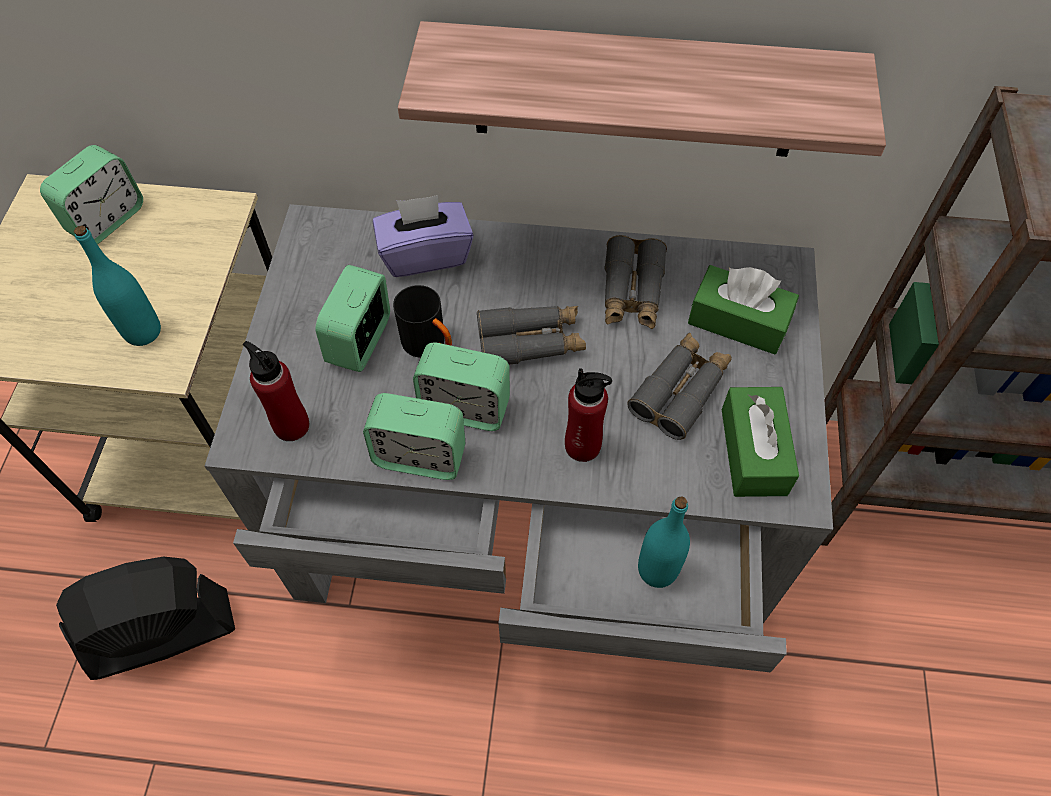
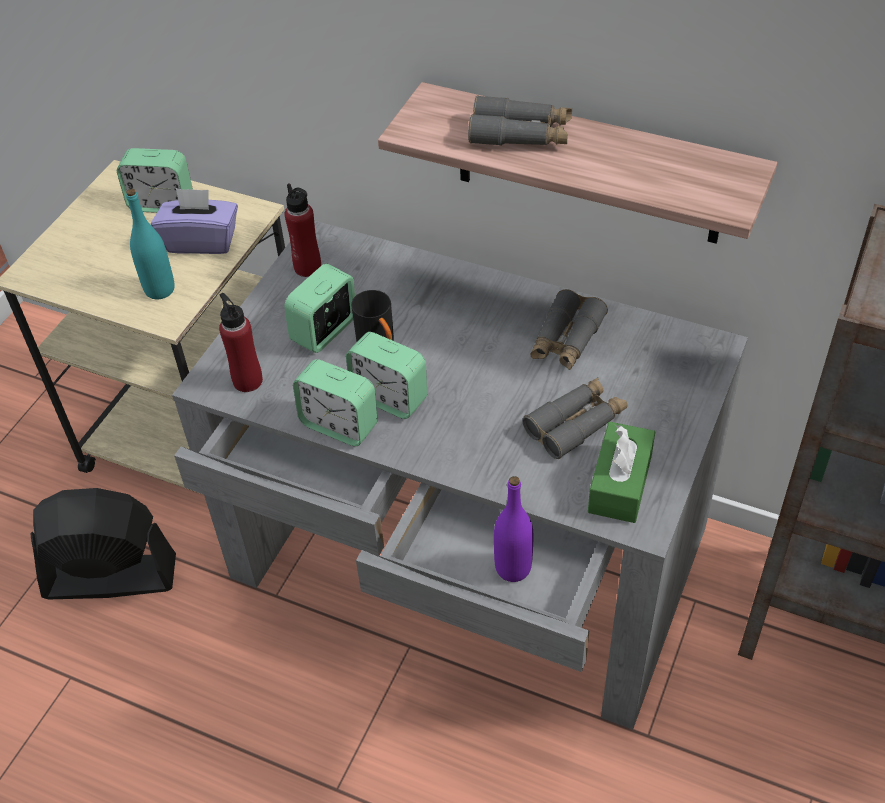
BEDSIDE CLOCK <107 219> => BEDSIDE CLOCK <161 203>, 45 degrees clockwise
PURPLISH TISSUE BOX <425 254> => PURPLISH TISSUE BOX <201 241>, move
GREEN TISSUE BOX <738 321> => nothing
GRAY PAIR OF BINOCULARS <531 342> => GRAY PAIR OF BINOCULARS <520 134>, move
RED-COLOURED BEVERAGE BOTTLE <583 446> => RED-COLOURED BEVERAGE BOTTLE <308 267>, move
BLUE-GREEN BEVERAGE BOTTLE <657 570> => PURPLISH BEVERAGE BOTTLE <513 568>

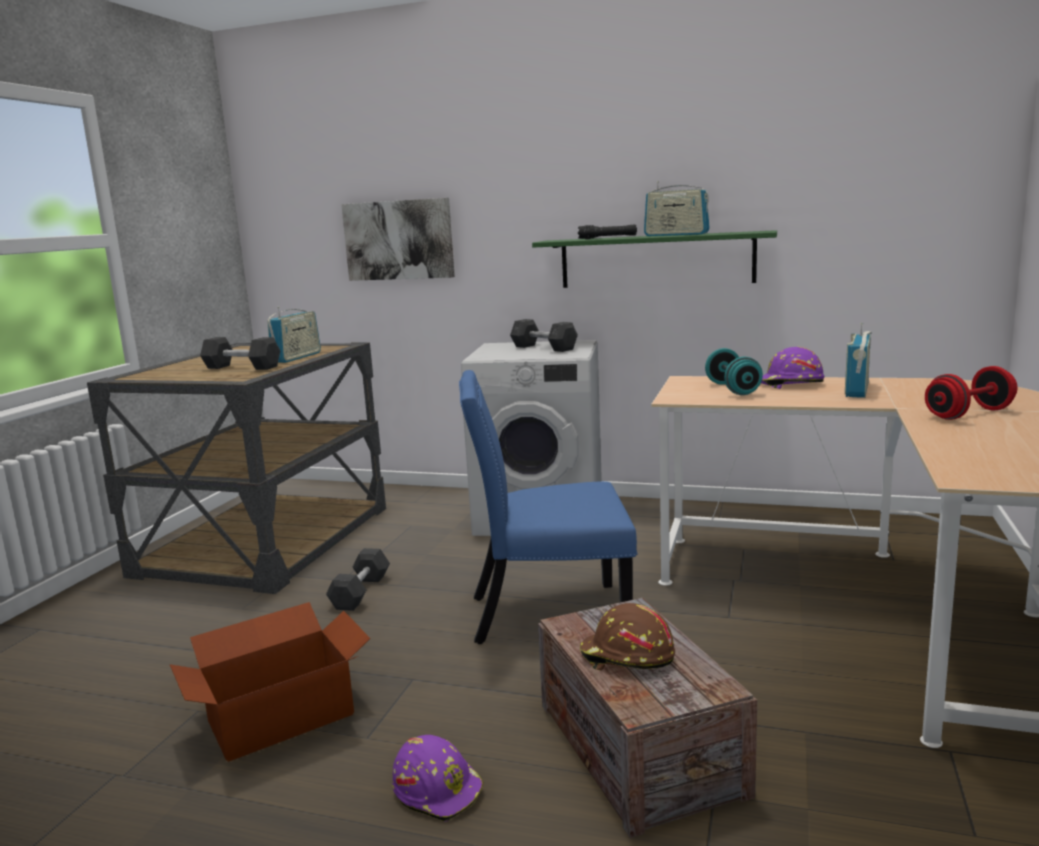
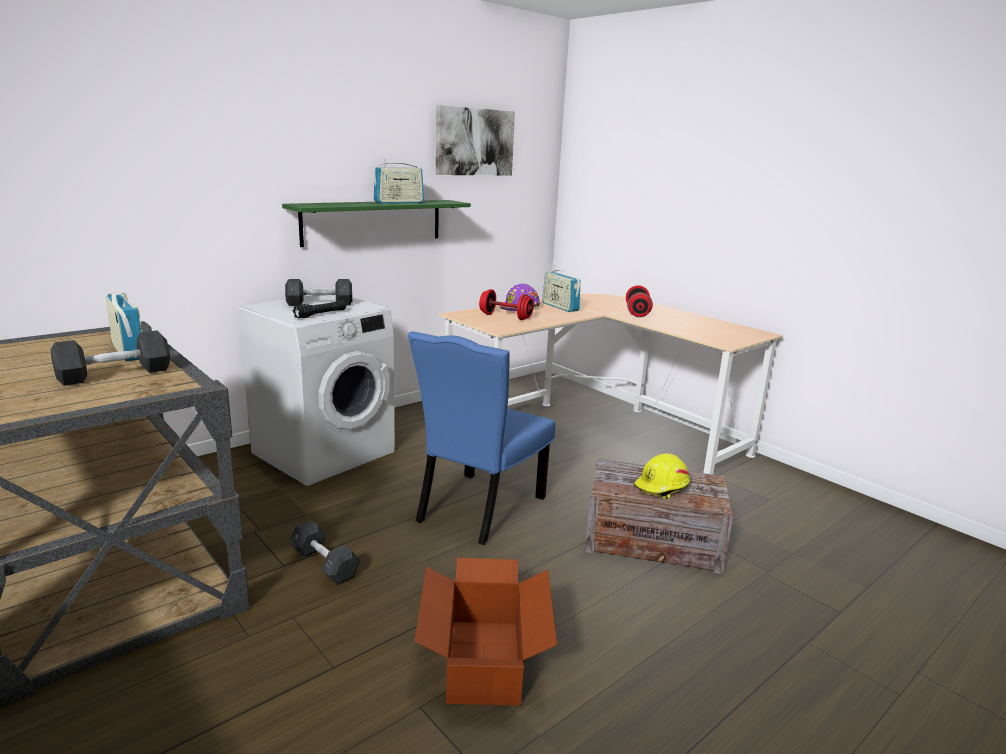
WALL PICTURE <399 240> => WALL PICTURE <474 142>, move
BLACKISH TORCH <607 238> => BLACKISH TORCH <320 314>, move
BLUE-GREEN FREE WEIGHT <732 389> => RED-COLOURED FREE WEIGHT <505 317>
BROWNISH SAFETY HELMET <627 657> => YELLOW SAFETY HELMET <662 487>
PURPLISH SAFETY HELMET <438 789> => nothing

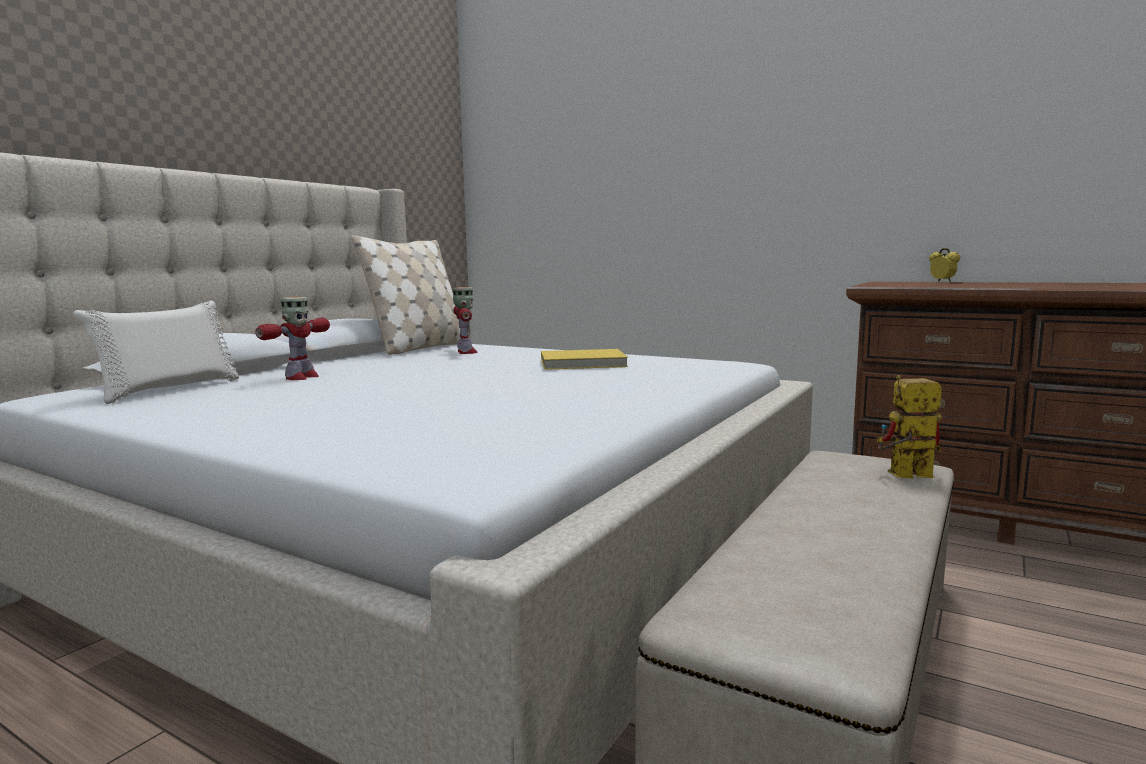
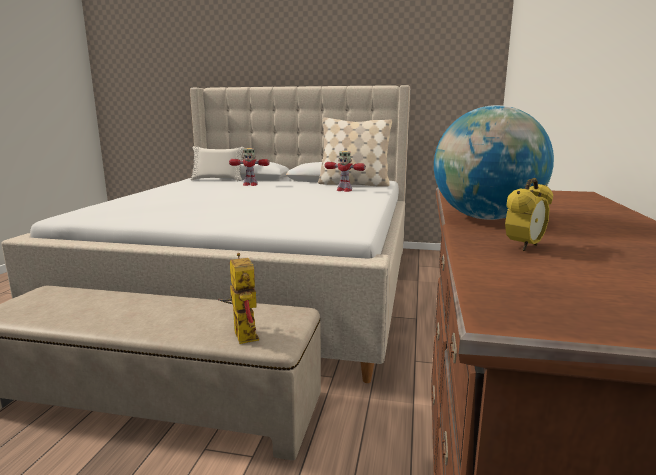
BEDSIDE CLOCK <942 281> => BEDSIDE CLOCK <524 247>, move
ROBOT FIGURE <466 352> => ROBOT FIGURE <344 190>, 60 degrees clockwise
YELLOW BOUND BOOK <583 363> => nothing
nothing => WORLD GLOBE <485 218>

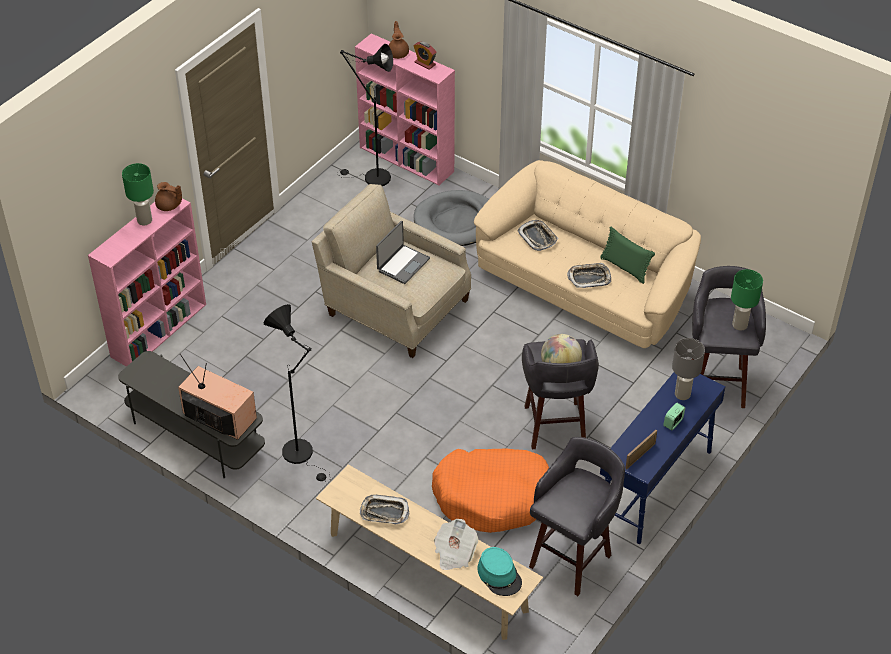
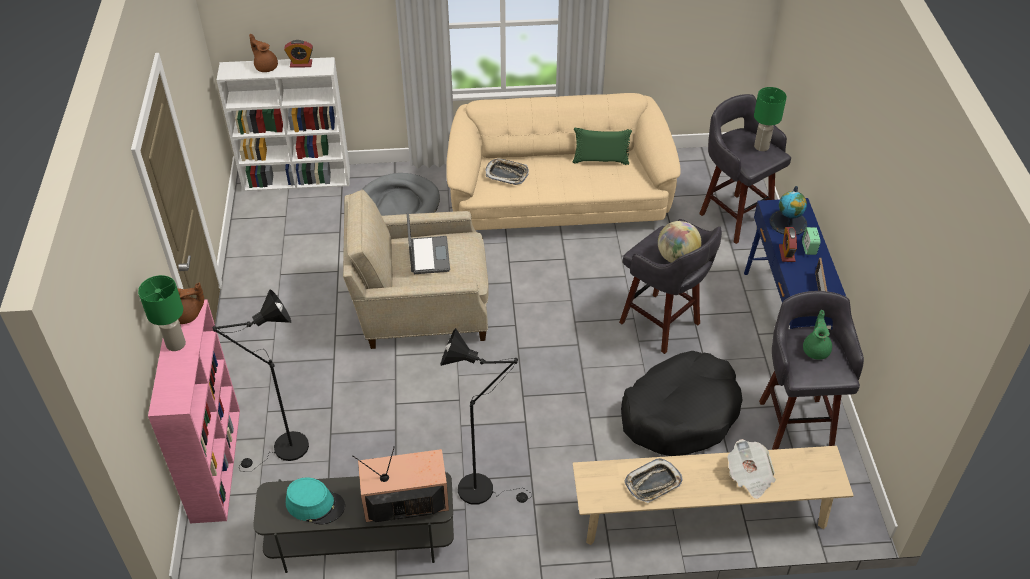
PINK-COLOURED BOOKCASE <407 160> => WHITISH BOOKCASE <298 179>
BLACKISH STANDING LAMP <372 178> => BLACKISH STANDING LAMP <285 450>, move
TRAY <589 278> => nothing
GRAY TABLETOP LAMP <682 395> => WORLD GLOBE <788 222>
ORANGE DOG BED <493 496> => BLACKISH DOG BED <680 413>
BLUE-GREEN WEARABLE HAT <499 575> => BLUE-GREEN WEARABLE HAT <315 504>, move
nothing => BEDSIDE CLOCK <786 253>
nothing => GREEN TEAPOT <816 349>

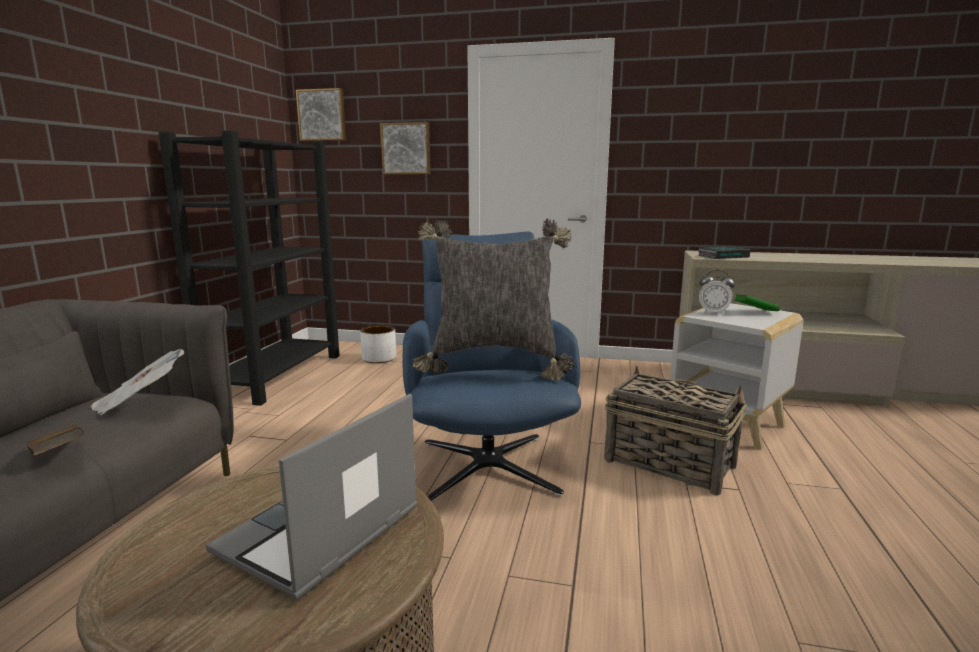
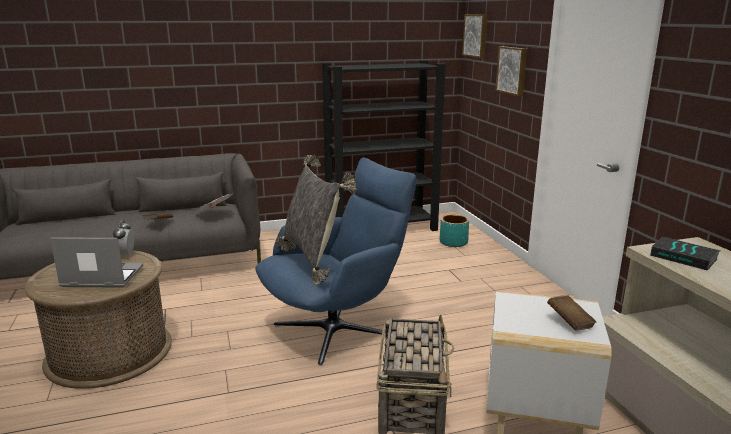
BEDSIDE CLOCK <714 313> => BEDSIDE CLOCK <126 255>, move
GREEN BOUND BOOK <755 312> => BROWNISH BOUND BOOK <570 322>
WHITISH PLANT POT <379 358> => BLUE-GREEN PLANT POT <453 242>

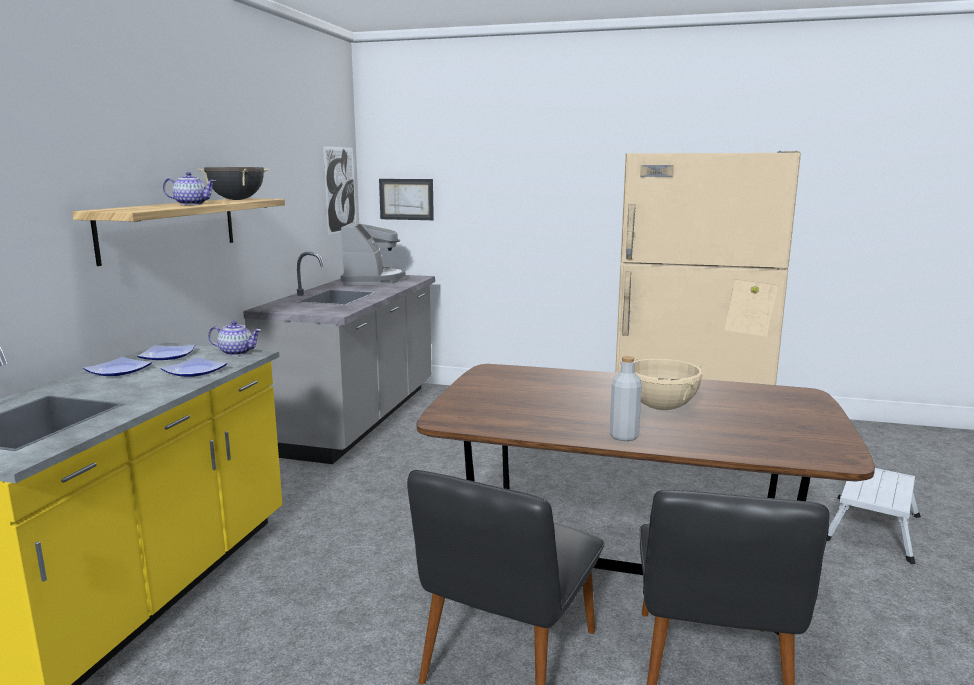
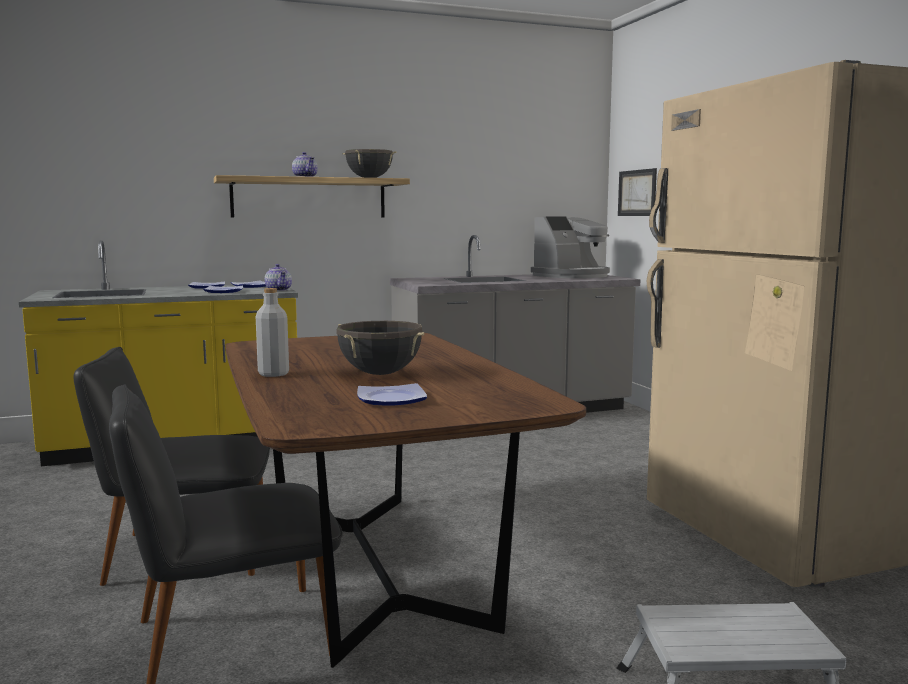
WALL PICTURE <340 190> => nothing
SAND-COLOURED STOCKPOT <661 408> => BLACKISH STOCKPOT <380 374>
nothing => PLATE <390 400>

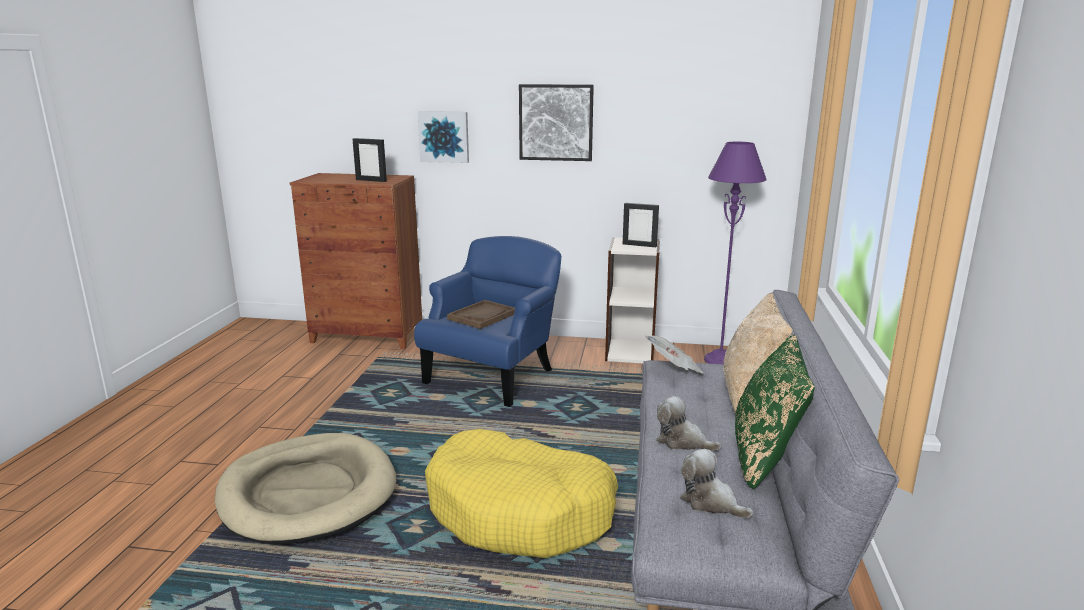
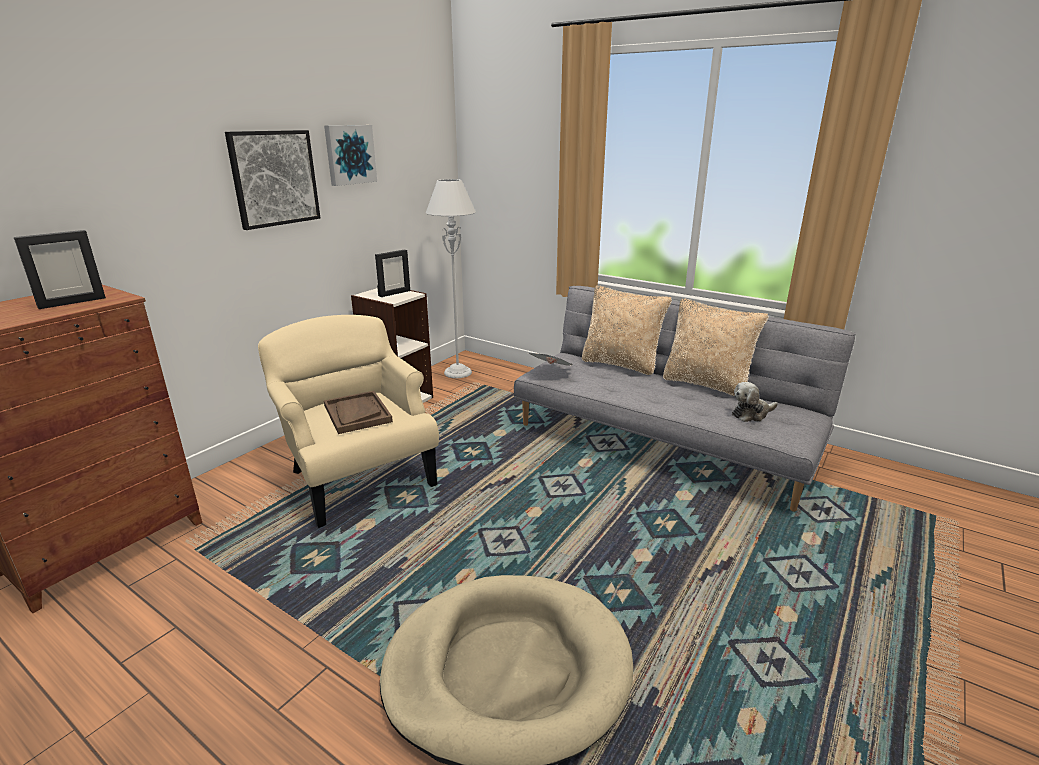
WALL PICTURE <444 136> => WALL PICTURE <349 154>, move
PURPLISH STANDING LAMP <720 360> => GRAY STANDING LAMP <458 372>
BLUE EASY CHAIR <493 375> => SAND-COLOURED EASY CHAIR <358 477>
GREEN PILLOW <764 462> => SAND-COLOURED PILLOW <706 386>
SOFT TOY <682 441> => nothing
YELLOW DOG BED <520 511> => nothing

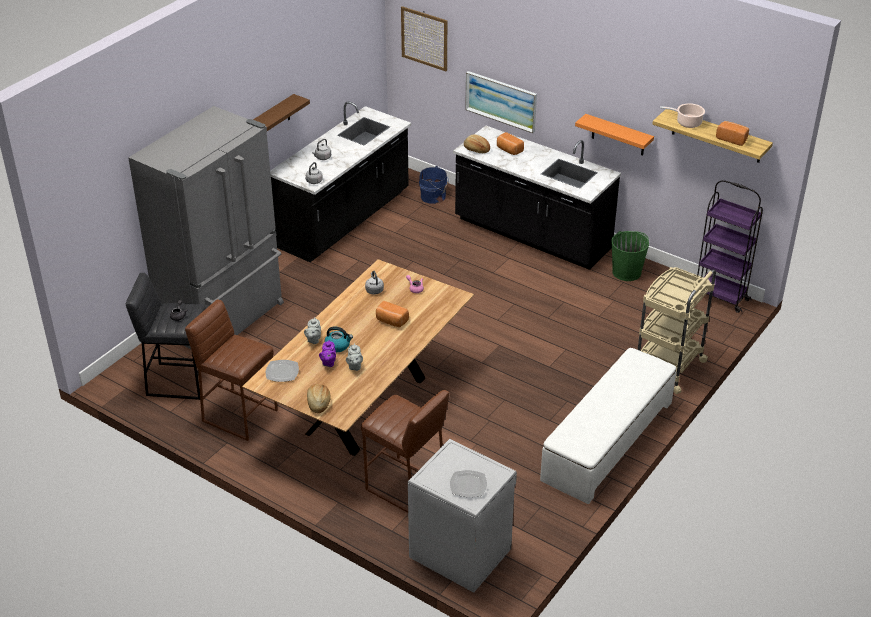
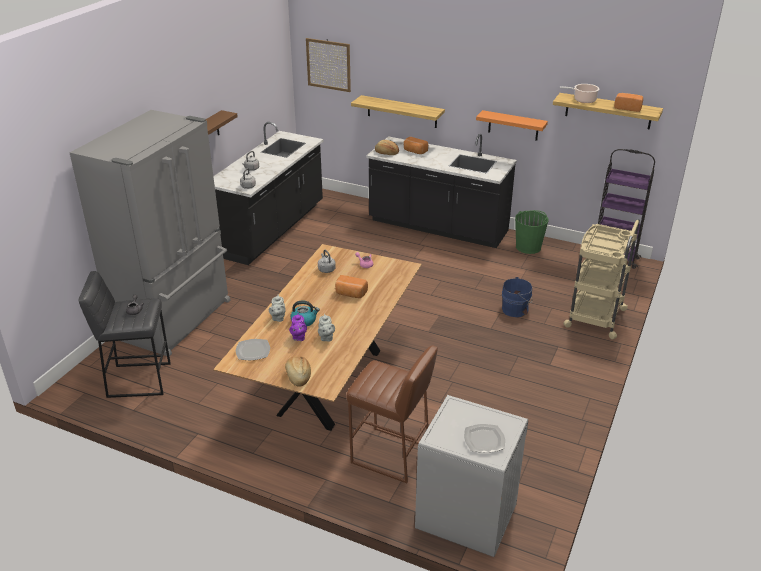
WALL PICTURE <501 101> => WALL SHELF <402 111>
BLUE BUCKET <434 197> => BLUE BUCKET <516 309>, move
BROWNISH STOOL <239 415> => nothing
WHITISH INDOOR BENCH <608 441> => nothing

